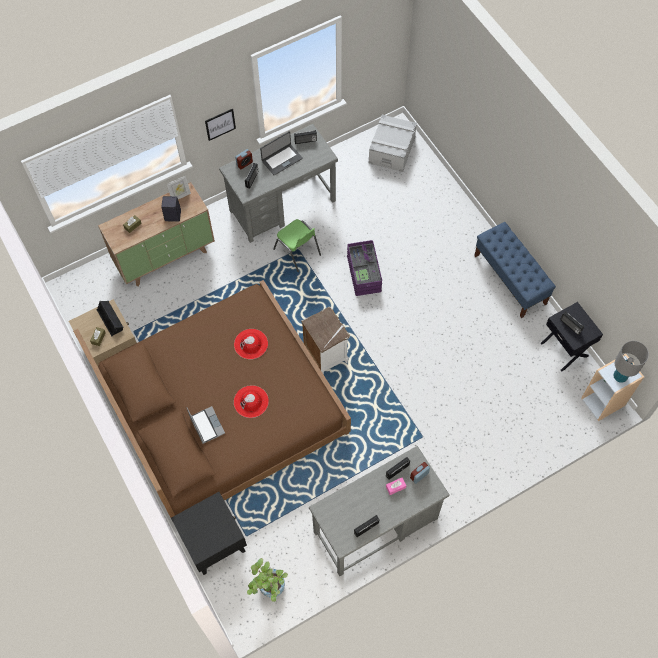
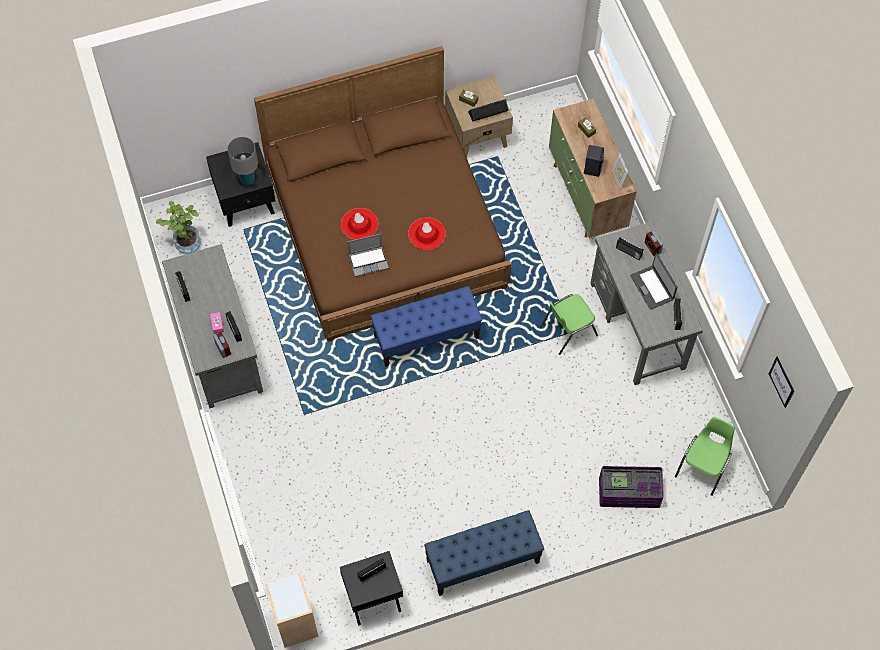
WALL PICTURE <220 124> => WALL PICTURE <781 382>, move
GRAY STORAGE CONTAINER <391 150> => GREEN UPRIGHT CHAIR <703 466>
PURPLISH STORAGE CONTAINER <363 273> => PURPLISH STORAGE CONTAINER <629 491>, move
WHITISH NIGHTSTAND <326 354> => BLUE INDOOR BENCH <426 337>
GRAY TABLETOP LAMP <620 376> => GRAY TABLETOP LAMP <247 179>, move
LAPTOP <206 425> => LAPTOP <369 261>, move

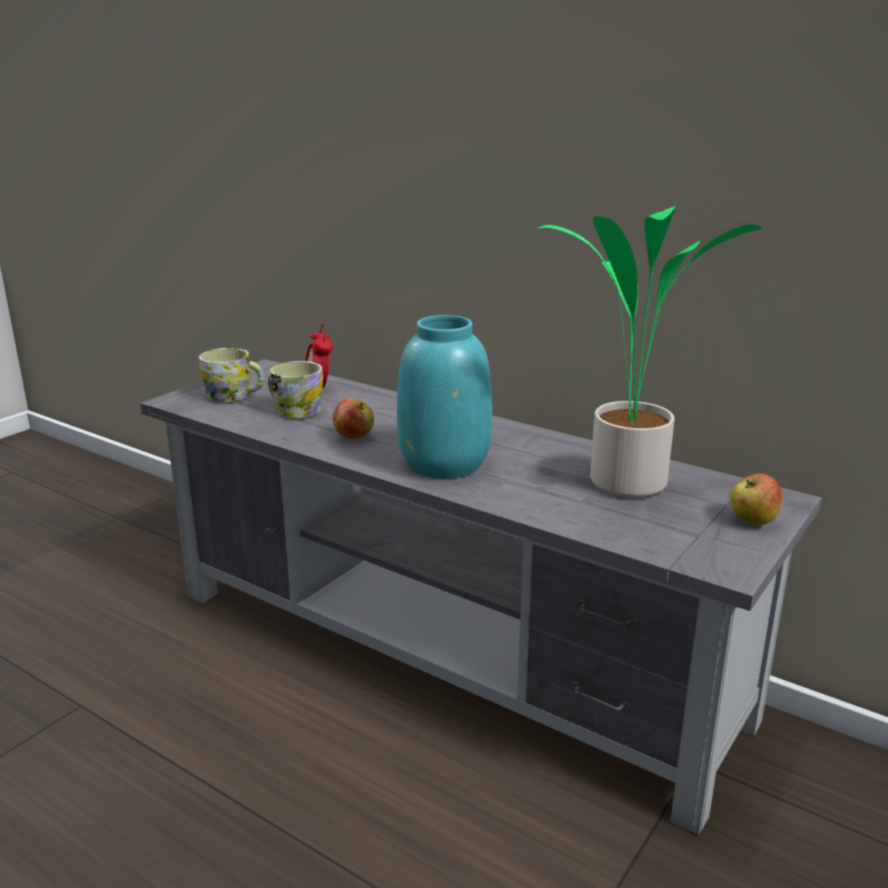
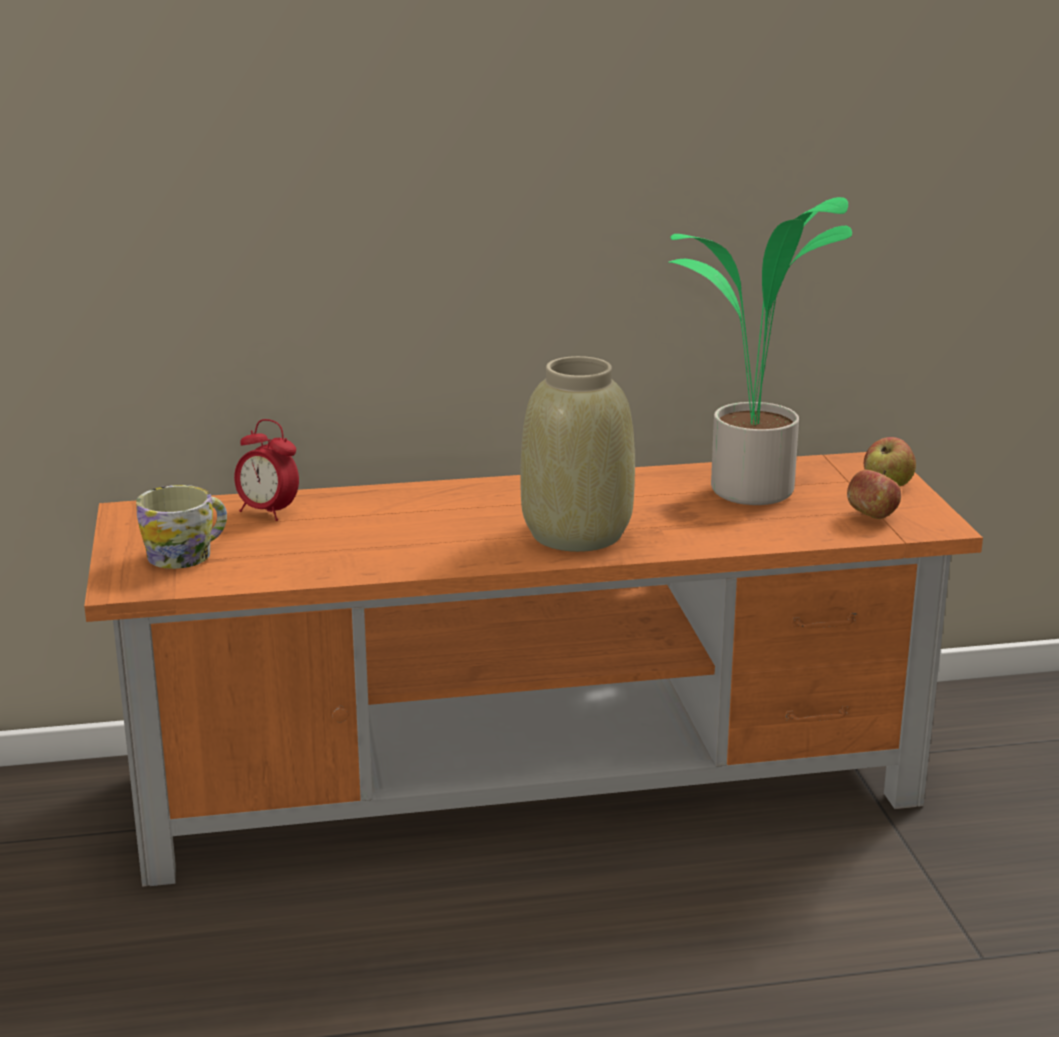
BLUE-GREEN VASE <445 463> => SAND-COLOURED VASE <578 534>
GRAY MEDIA CONSOLE <443 656> => ORANGE MEDIA CONSOLE <532 792>
TEA MUG <293 410> => nothing
WHOLE APPLE <354 437> => WHOLE APPLE <871 517>, move

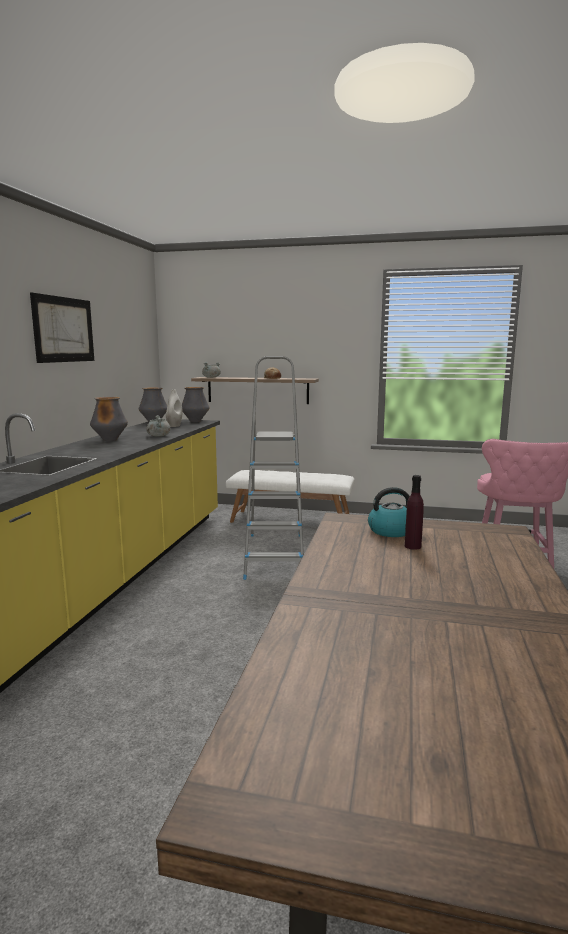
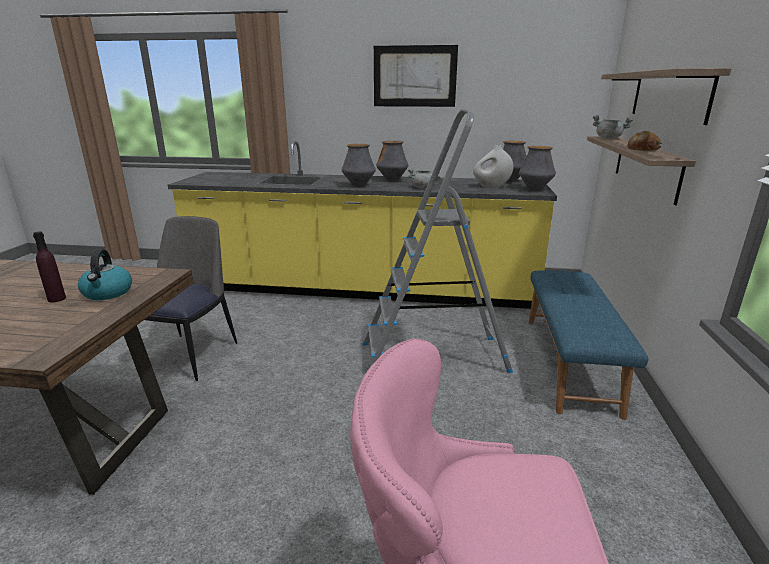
WHITISH INDOOR BENCH <291 520> => BLUE INDOOR BENCH <570 362>
nothing => WALL SHELF <668 95>
nothing => VASE <359 186>
nothing => UPRIGHT CHAIR <191 355>

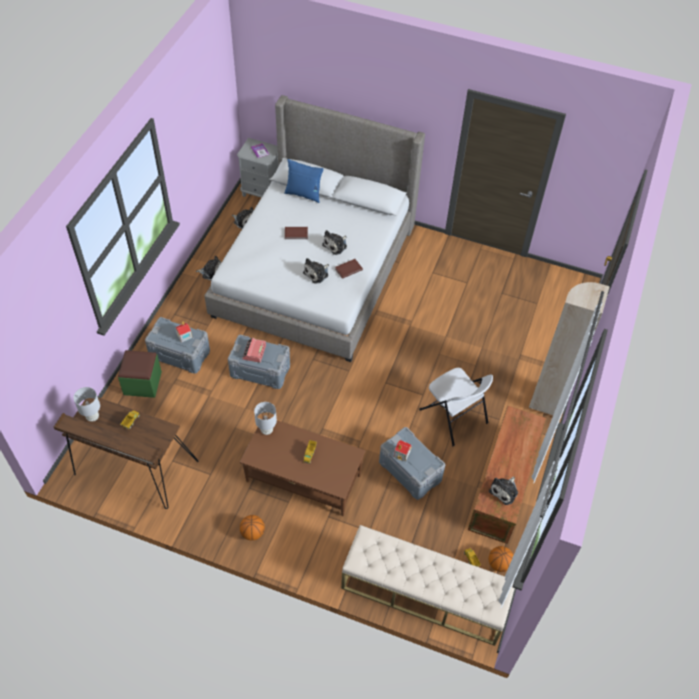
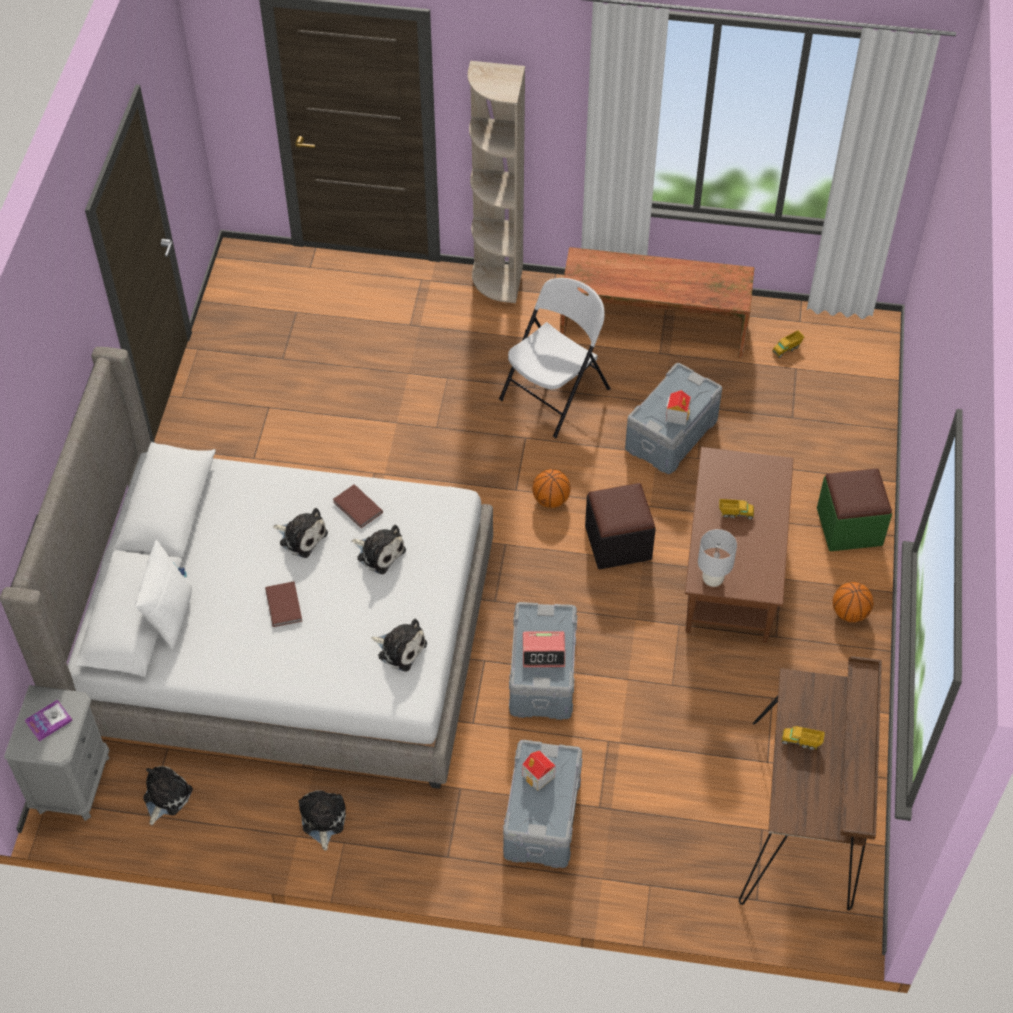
BLUE PILLOW <303 194> => WHITISH PILLOW <170 616>
GREEN POUFFE <142 383> => GREEN POUFFE <849 526>, move
GRAY TABLETOP LAMP <93 417> => nothing
SOFT TOY <504 491> => SOFT TOY <399 648>, move
SAND-COLOURED INDOOR BENCH <424 594> => nothing
BALL FOR BASKETBALL <499 564> => BALL FOR BASKETBALL <551 500>, move
nothing => BLACKISH POUFFE <618 543>

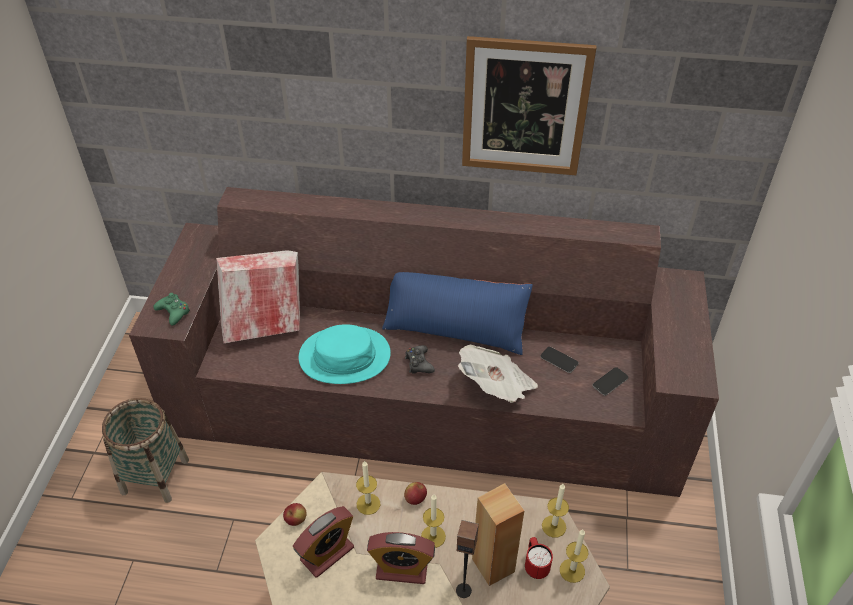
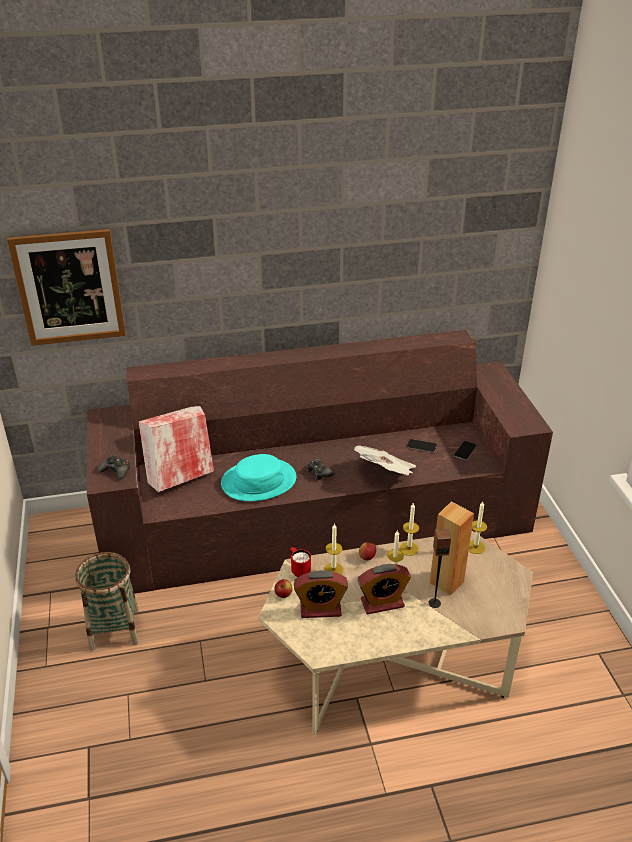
WALL PICTURE <524 107> => WALL PICTURE <69 288>, move
BLUE PILLOW <454 329> => nothing
GREEN GAME CONTROLLER <173 312> => BLACKISH GAME CONTROLLER <116 471>
BEDSIDE CLOCK <327 553> => BEDSIDE CLOCK <320 609>, 60 degrees clockwise
CANDLE <572 570> => CANDLE <409 548>, move
RED-COLOURED TEA MUG <535 565> => RED-COLOURED TEA MUG <299 570>, move

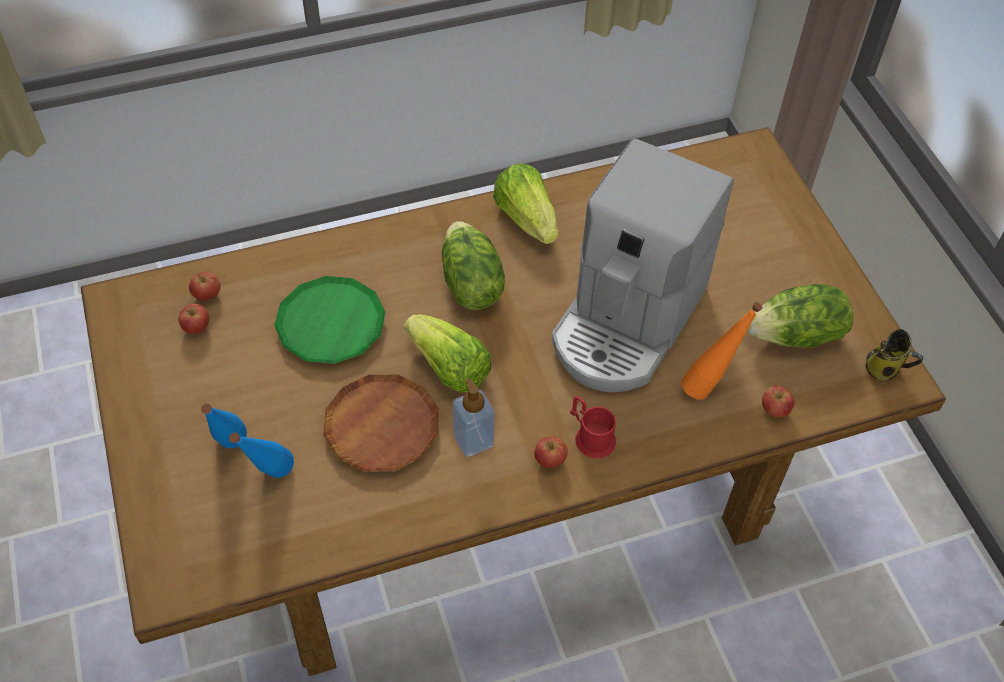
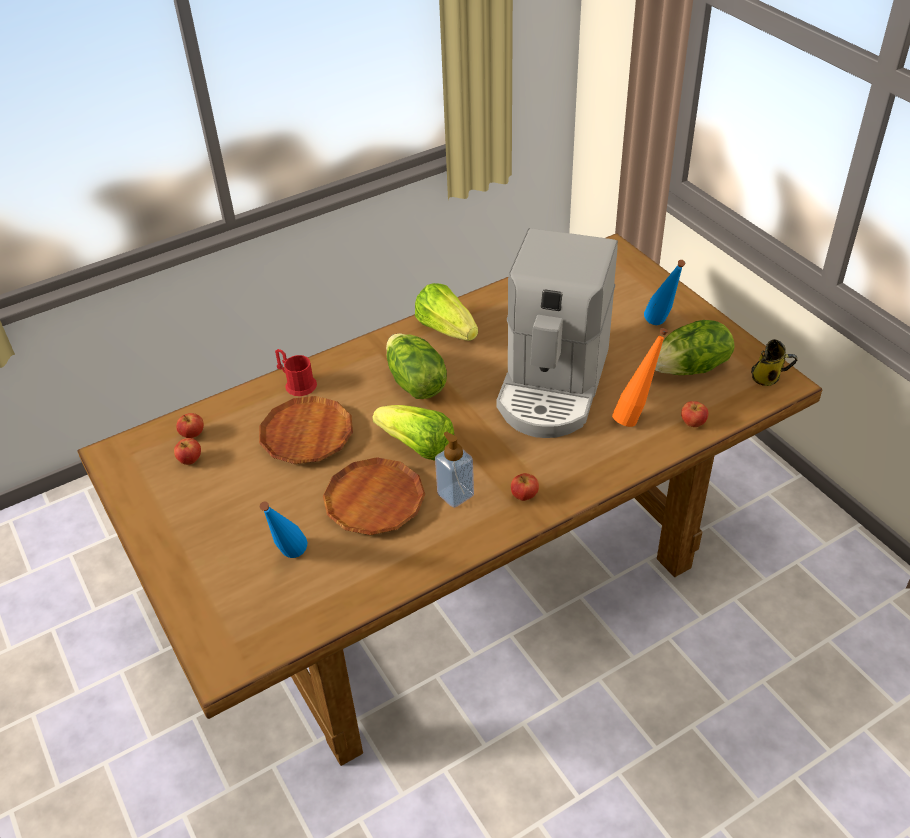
GREEN PLATE <331 324> => BROWNISH PLATE <307 435>
RED-COLOURED TEA MUG <590 436> => RED-COLOURED TEA MUG <297 383>, move
BLUE BEVERAGE BOTTLE <231 452> => BLUE BEVERAGE BOTTLE <660 326>, move

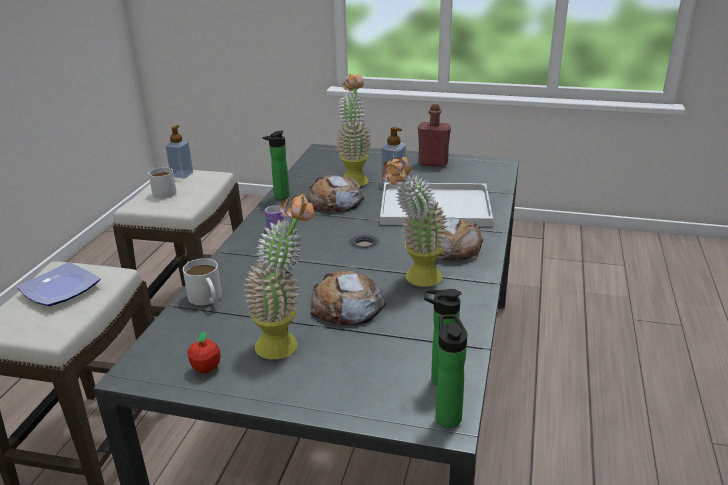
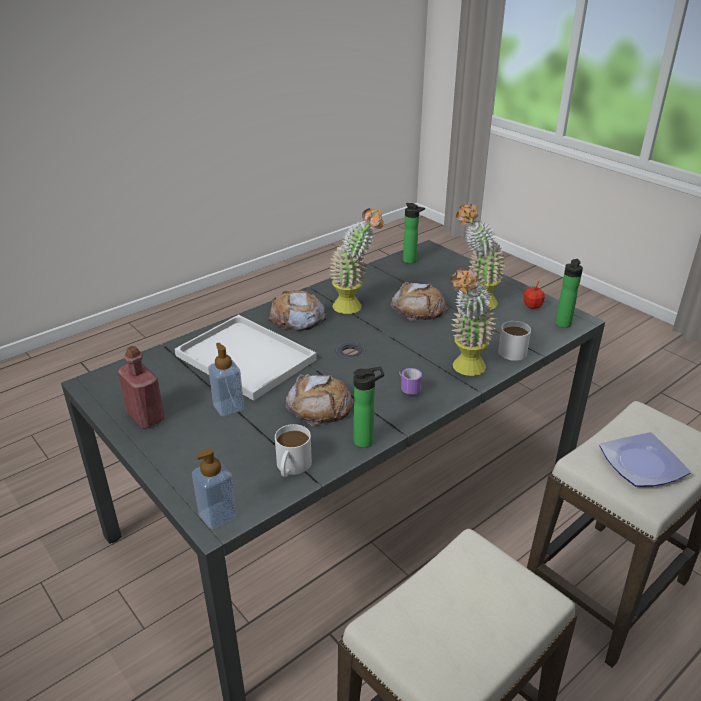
HOUSEPLANT <354 178> => HOUSEPLANT <465 370>, move
SOAP DISPENSER <182 175> => SOAP DISPENSER <217 515>, move
WHITISH TEA MUG <164 191> => WHITISH TEA MUG <291 467>, move
BEVERAGE BOTTLE <447 415> => BEVERAGE BOTTLE <562 325>, move

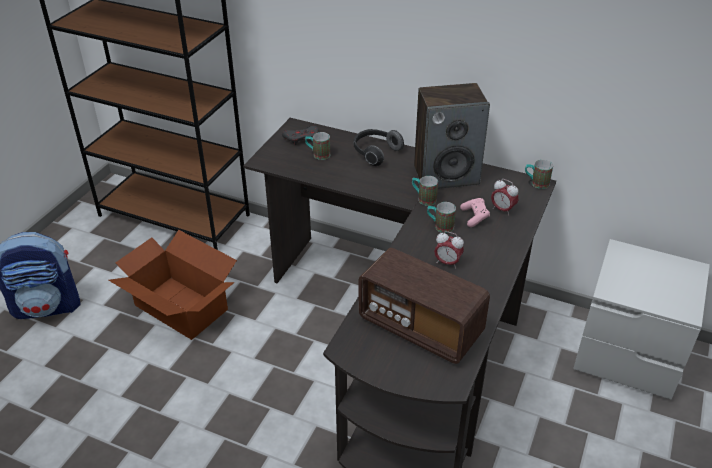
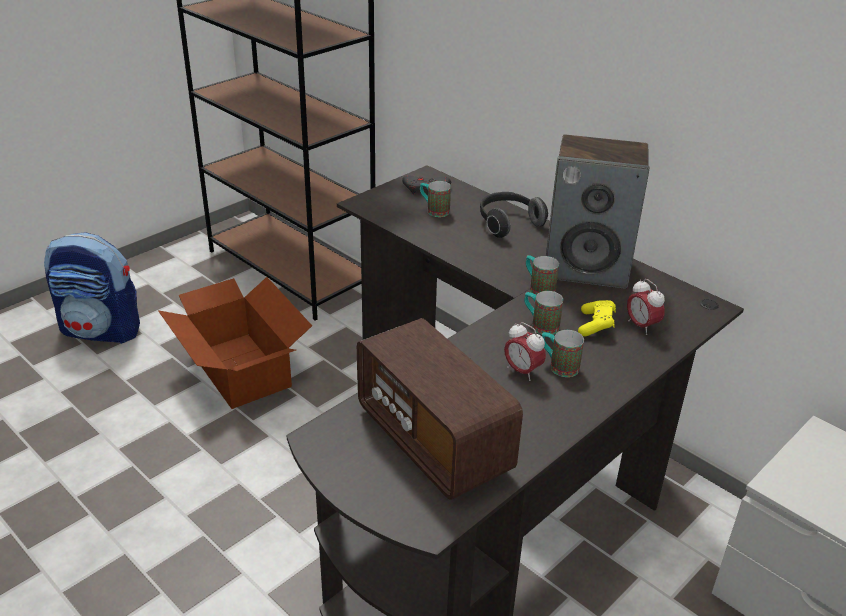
TEA MUG <536 183> => TEA MUG <558 366>, move
PINK-COLOURED GAME CONTROLLER <474 217> => YELLOW GAME CONTROLLER <596 325>

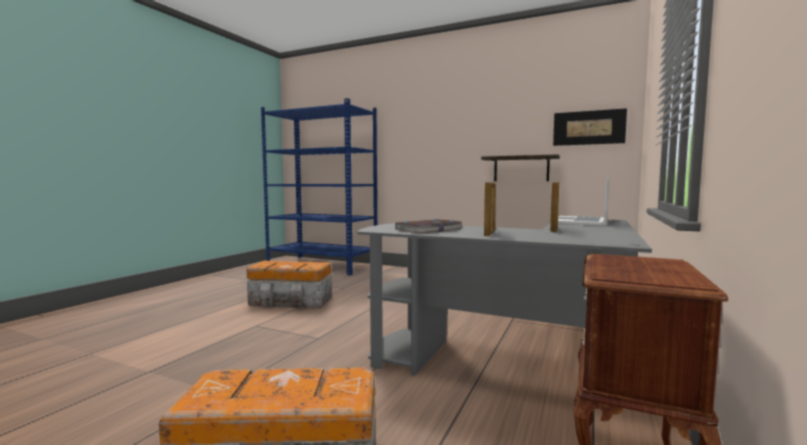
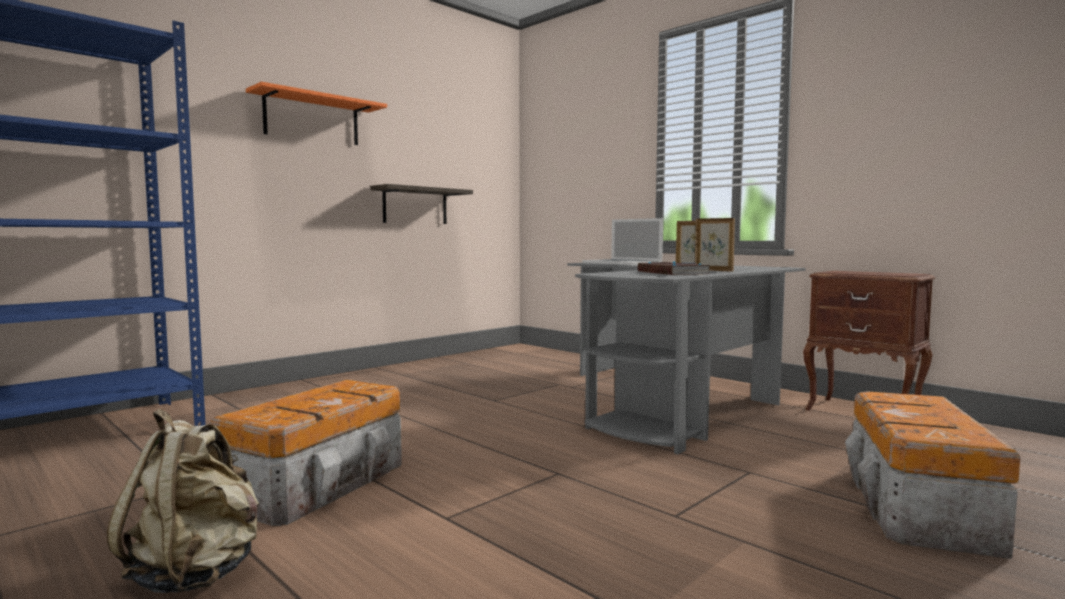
WALL PICTURE <588 127> => nothing
nothing => ORANGE WALL SHELF <312 119>
nothing => SAND-COLOURED RUCKSACK <196 573>

